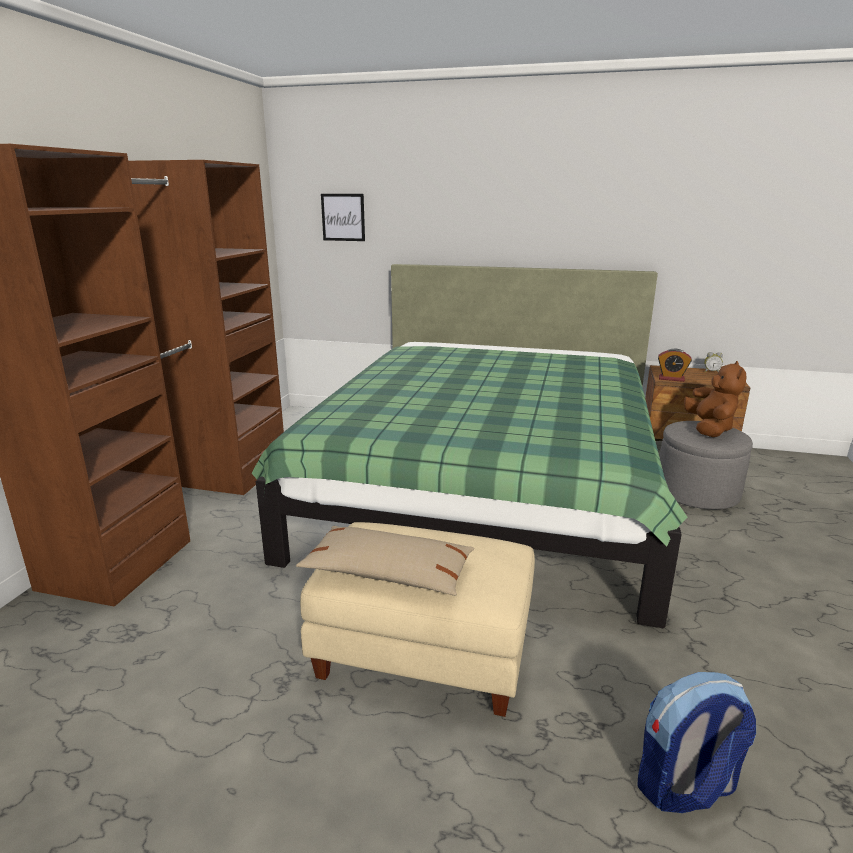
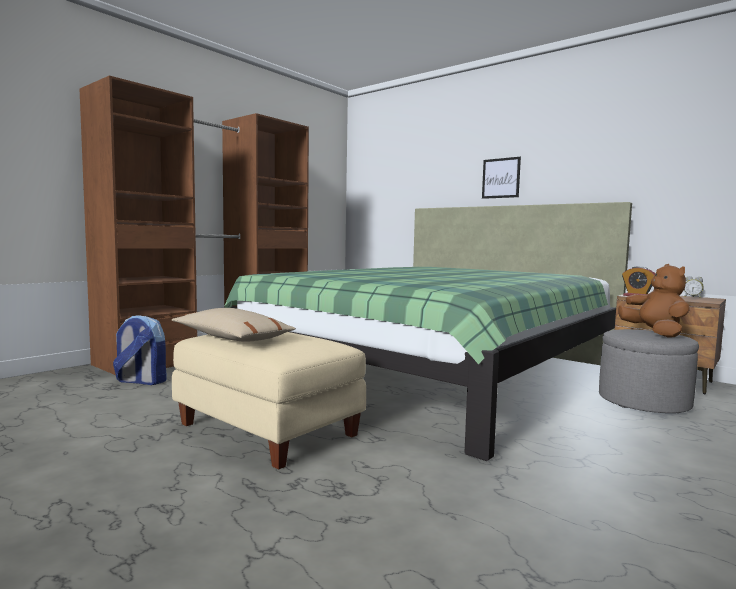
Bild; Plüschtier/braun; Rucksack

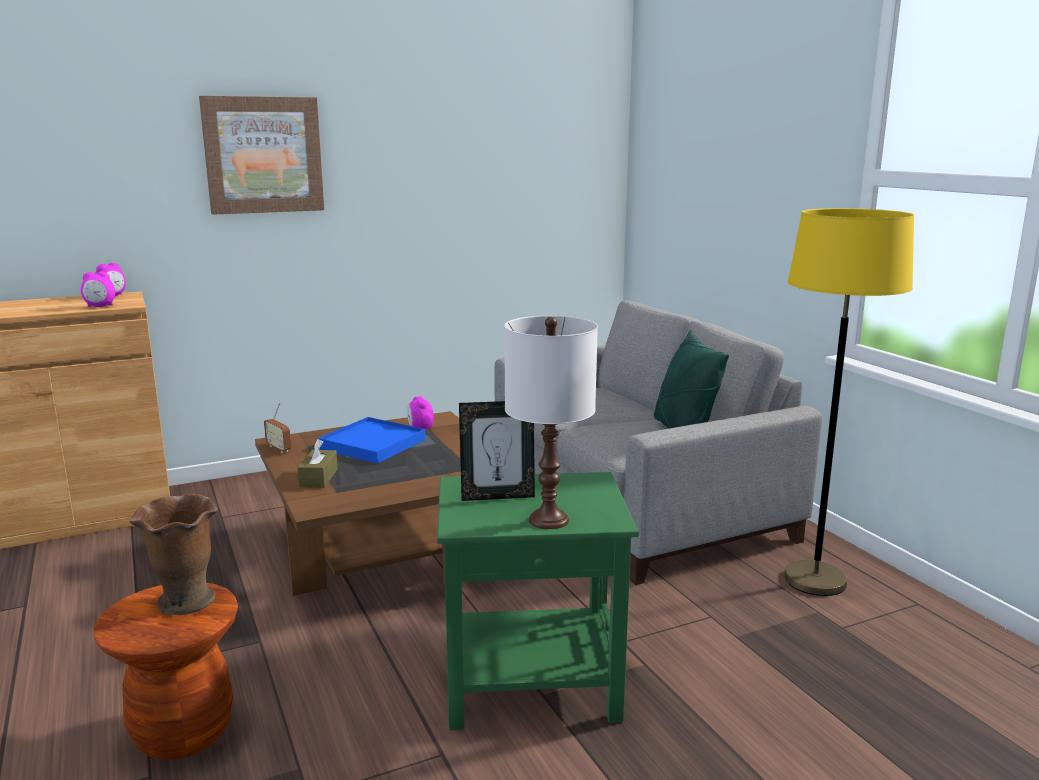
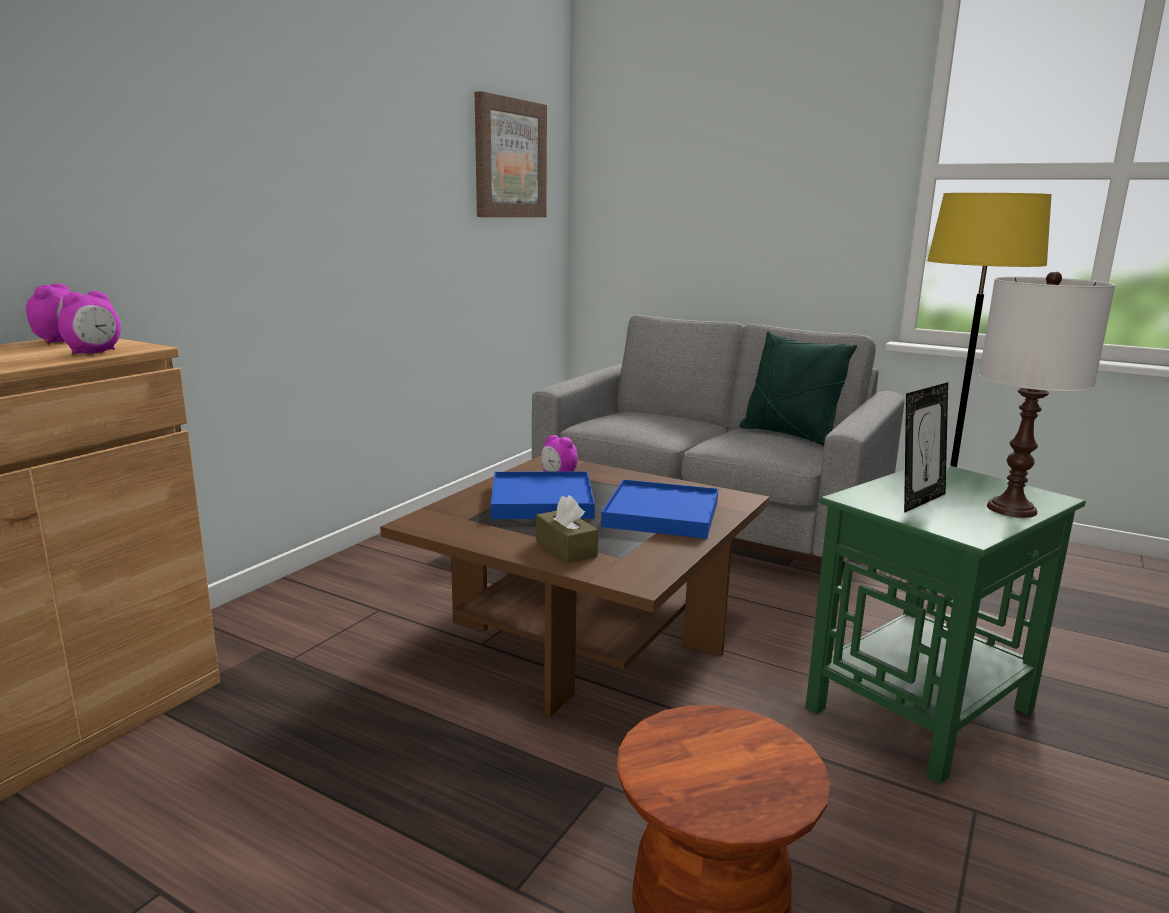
Bild; Radio; Vase/braun; Tablett/blau (2nd from left)

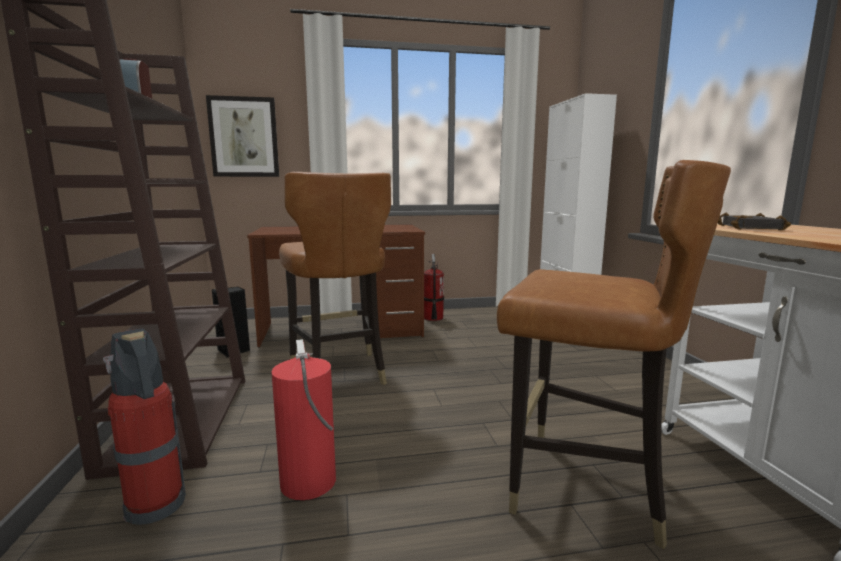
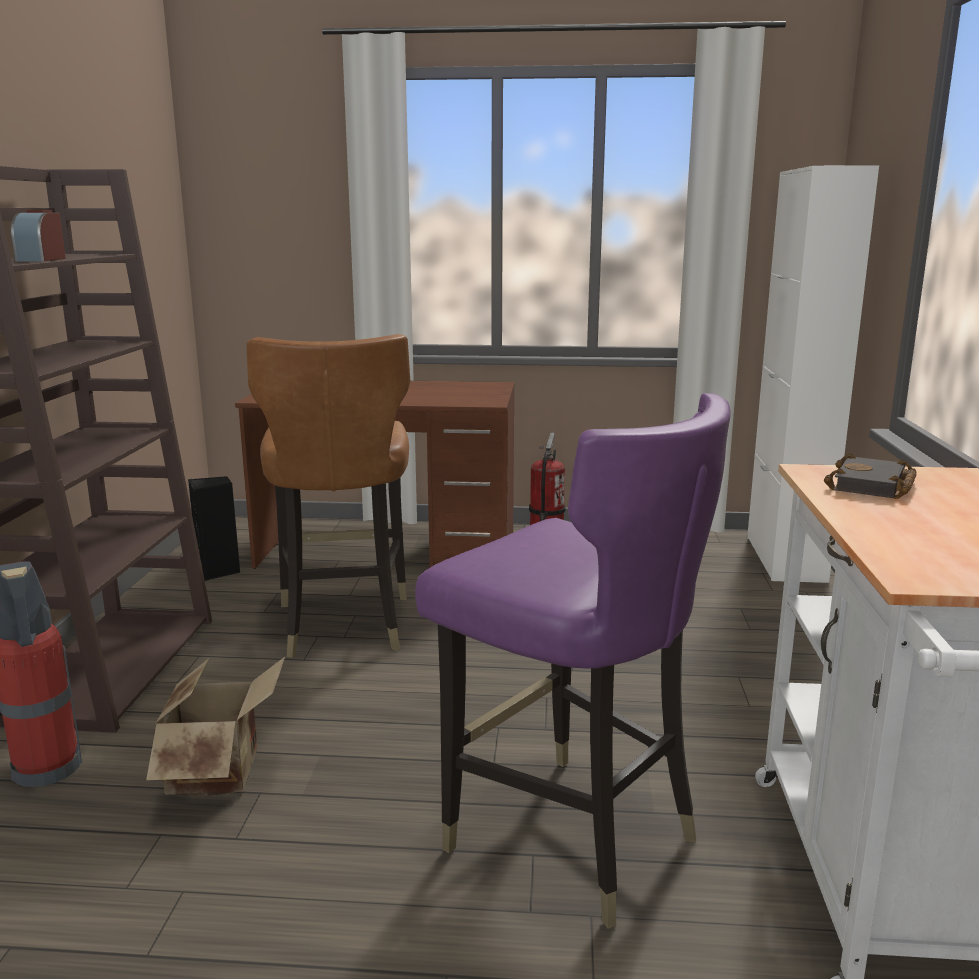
Bild; Stuhl/lila; Karton

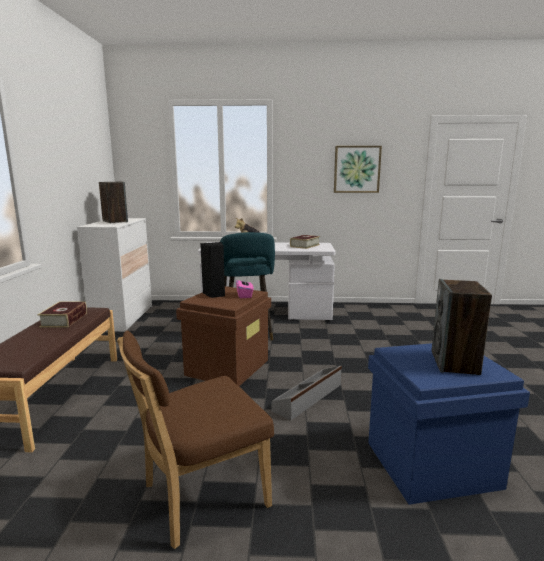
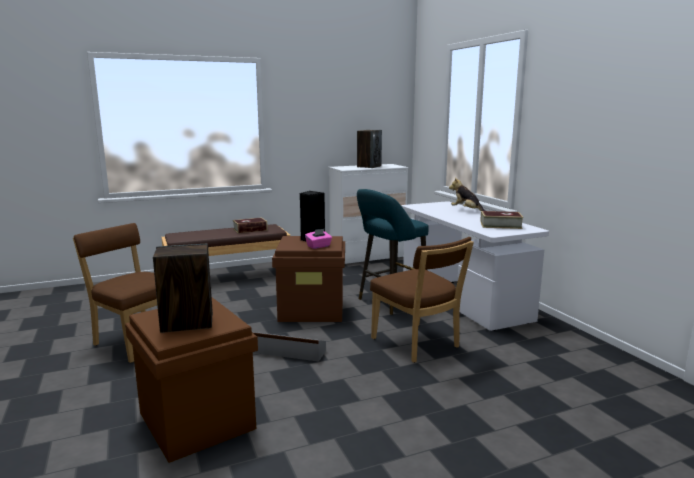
Bild; Aufbewahrungsbox/braun (1st from left); Stuhl/braun (2nd from left)

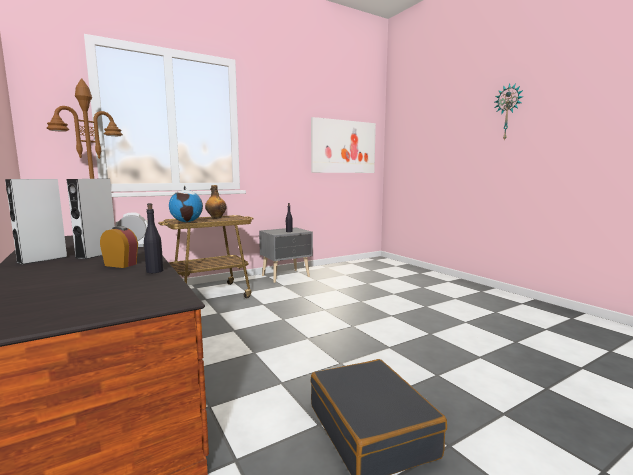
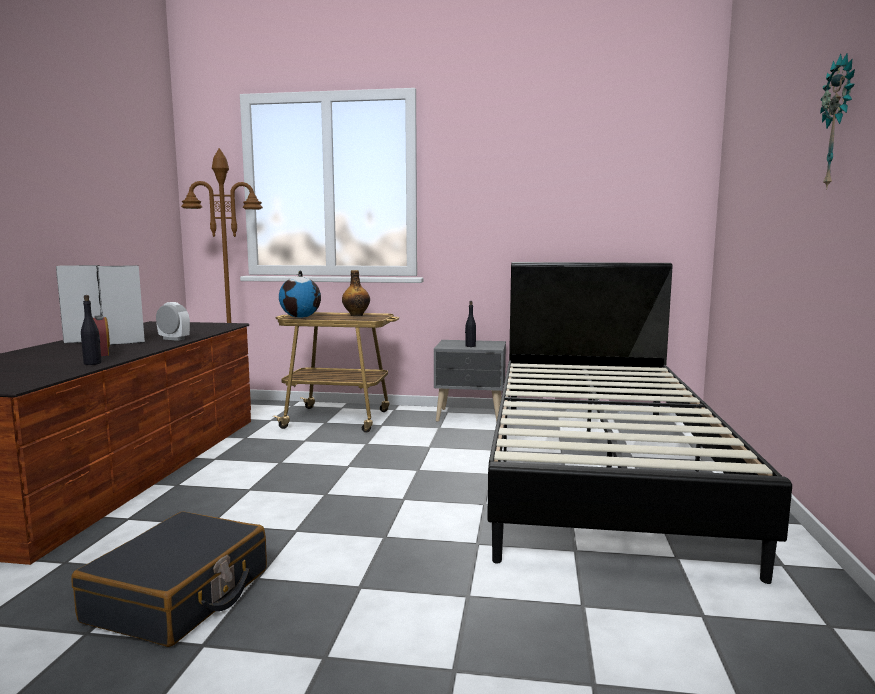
Bild; Bett/schwarz

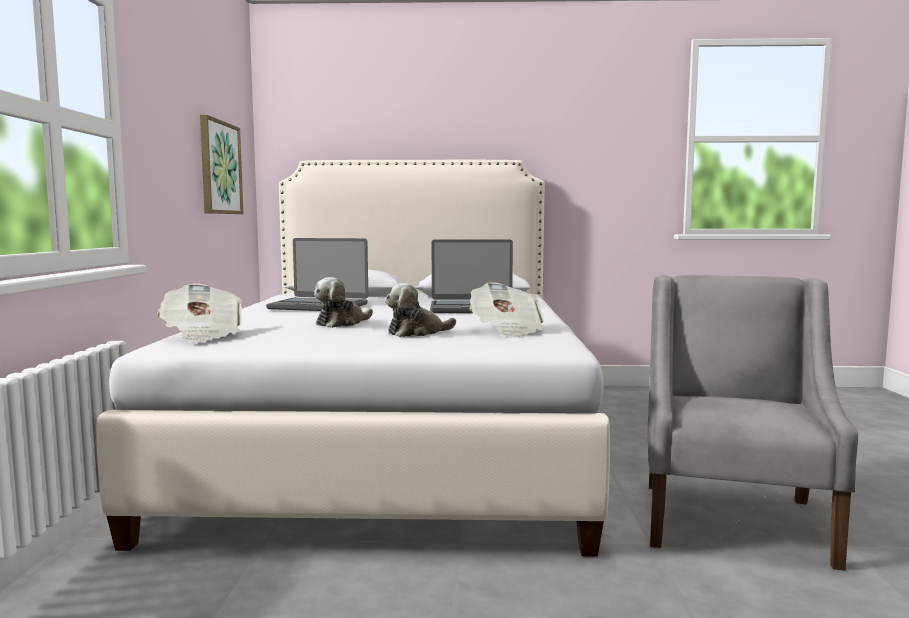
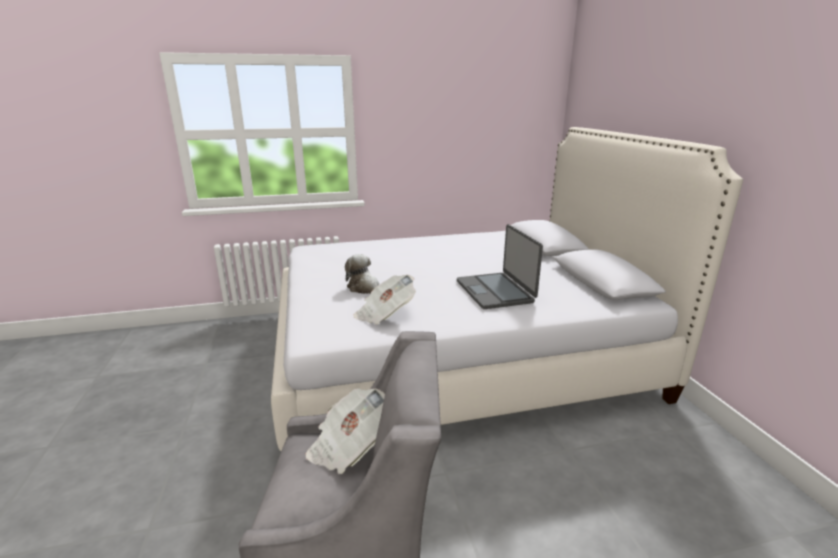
Bild; Laptop (1st from left in the first image); Plüschtier (1st from left in the first image); Zeitung (1st from left)

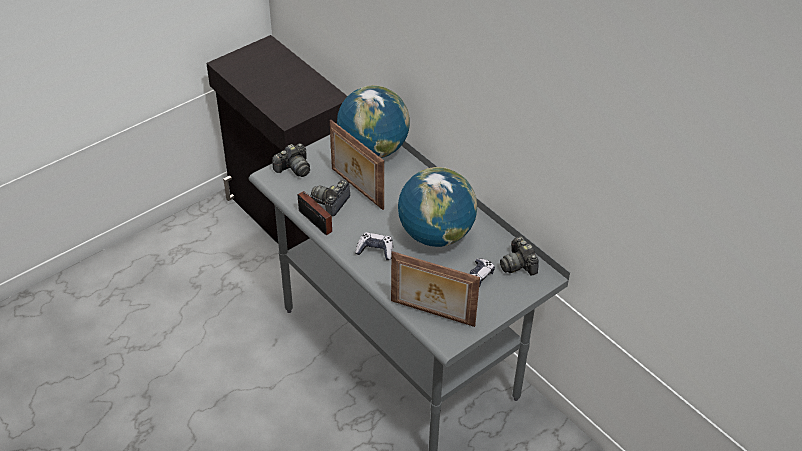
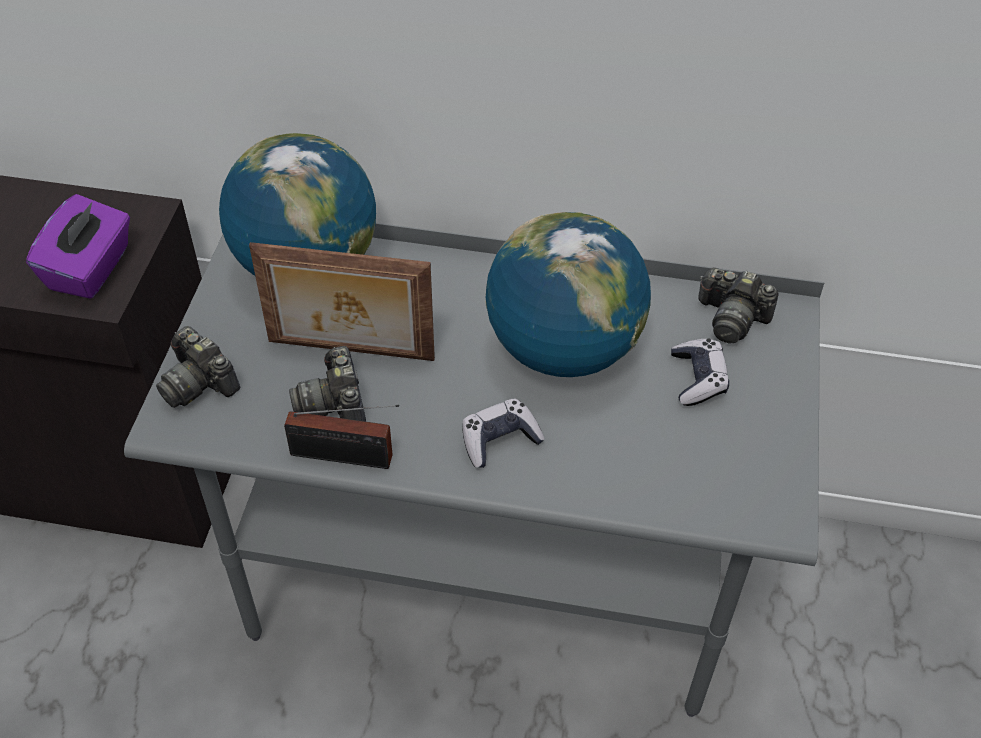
Kamera (1st from left); Bilderrahmen (2nd from left in the first image); Taschentuchbox/lila

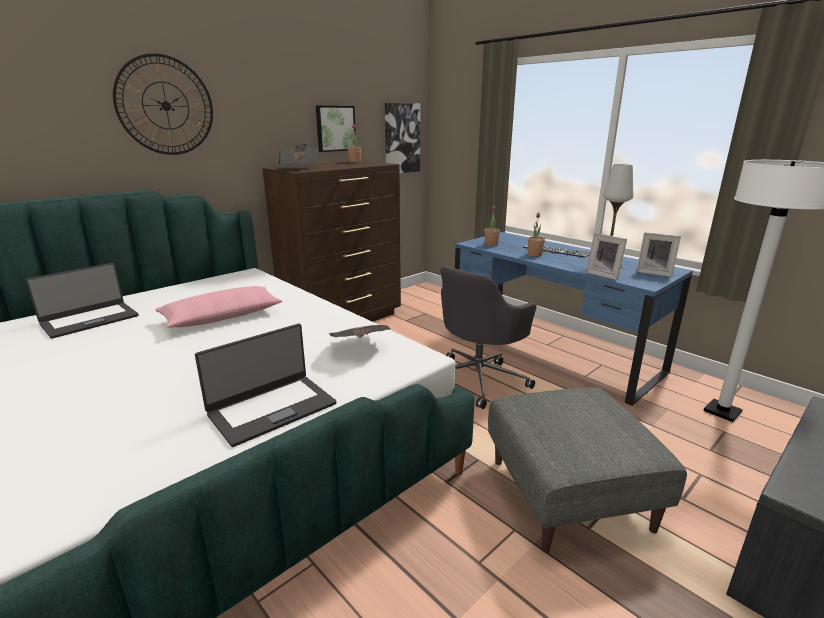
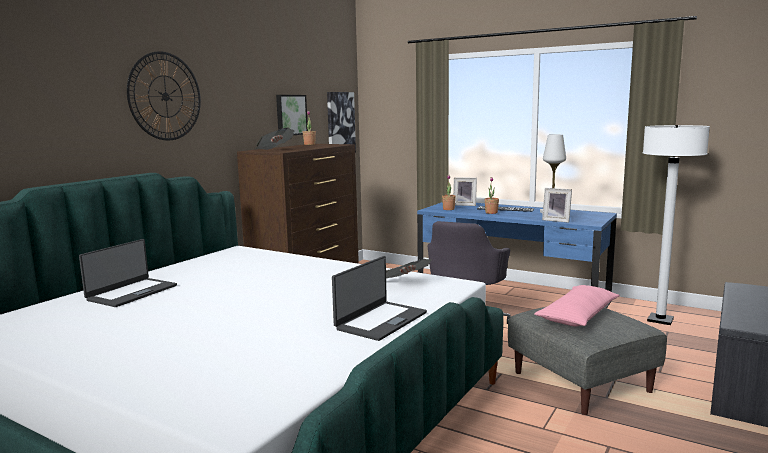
Bilderrahmen (1st from left); Kissen/rosa

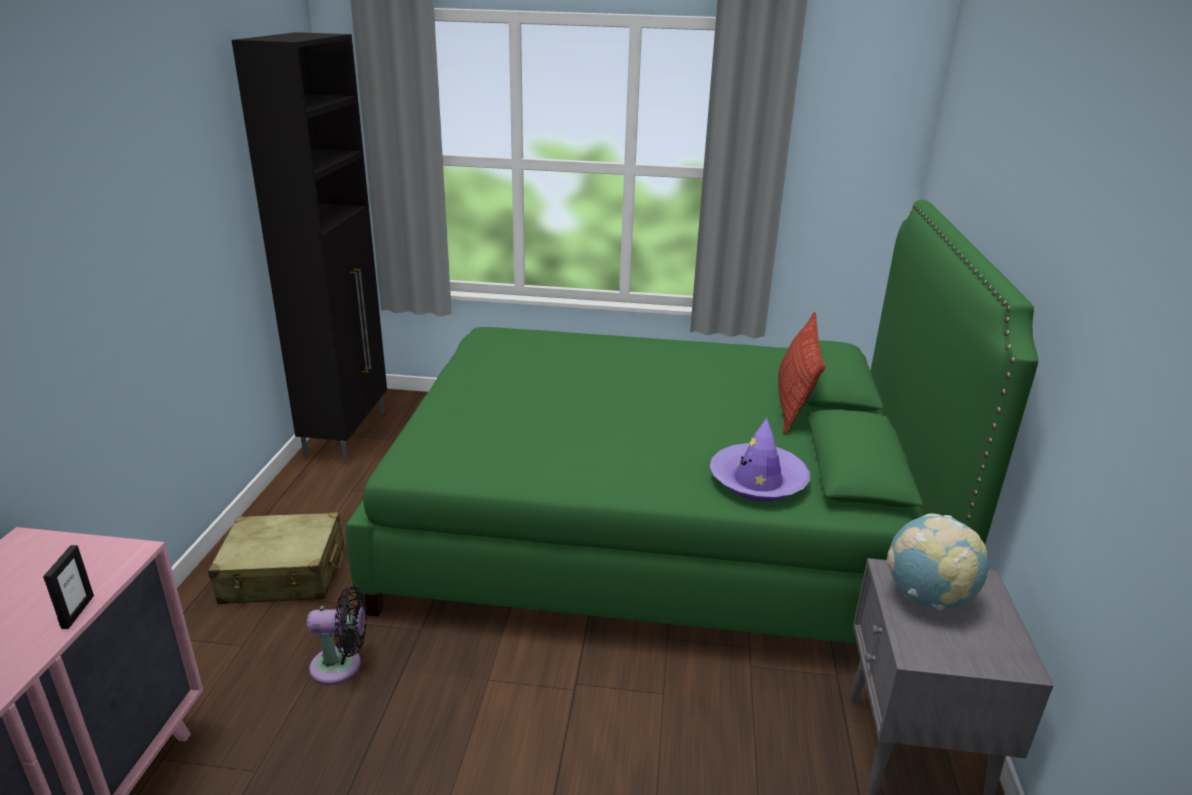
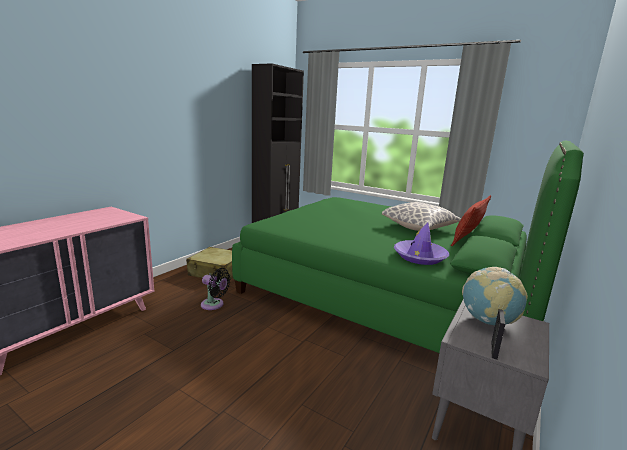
Bilderrahmen; Kissen (1st from left)

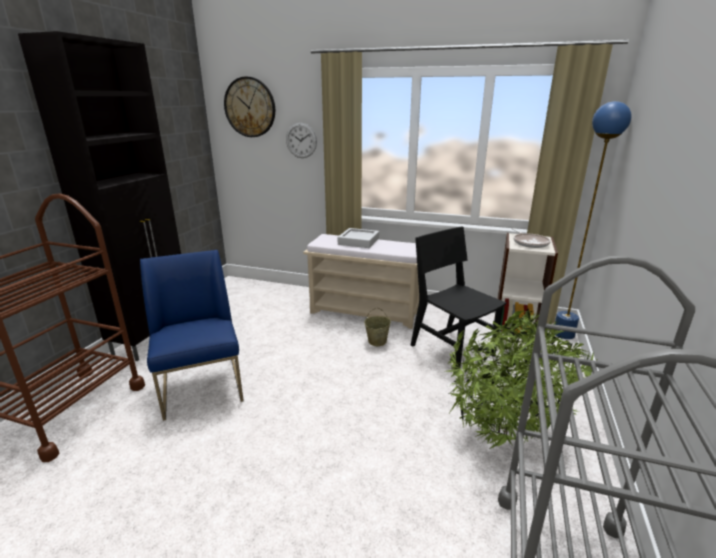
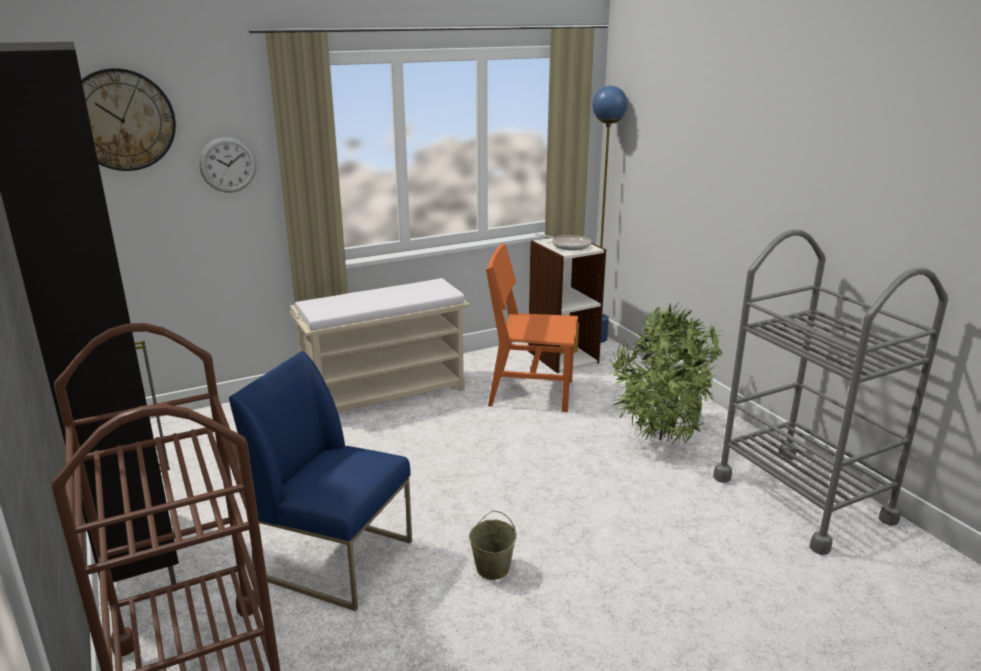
Stuhl/orange; Tablett/grau; Eimer/beige

